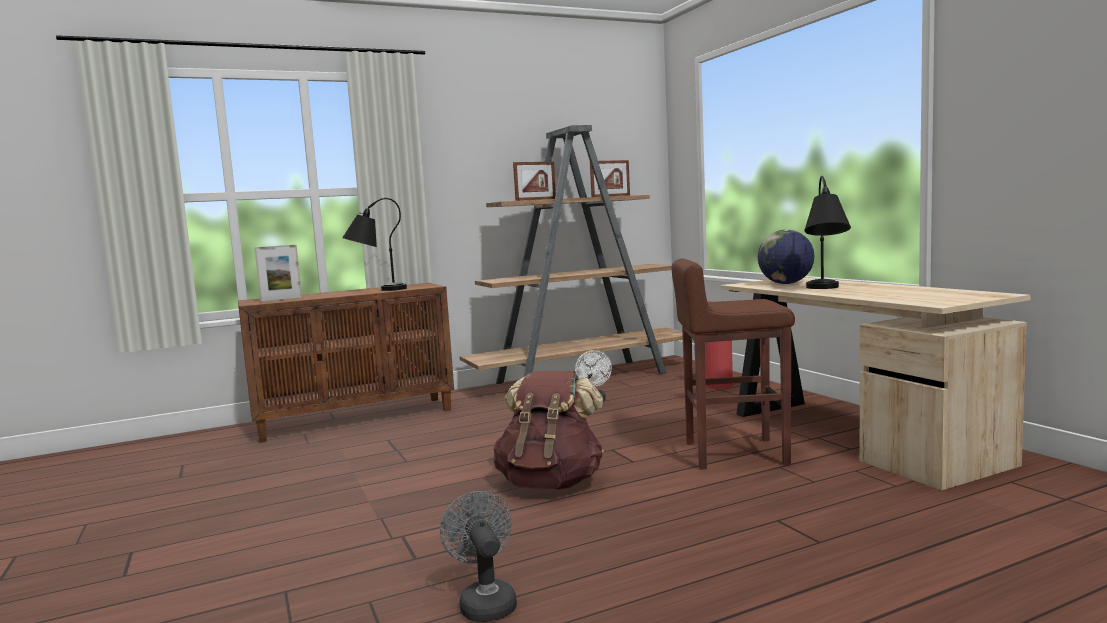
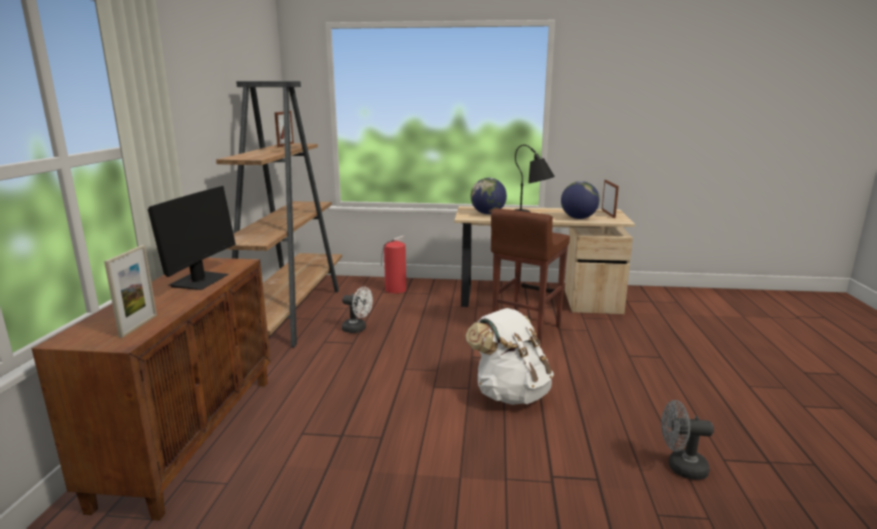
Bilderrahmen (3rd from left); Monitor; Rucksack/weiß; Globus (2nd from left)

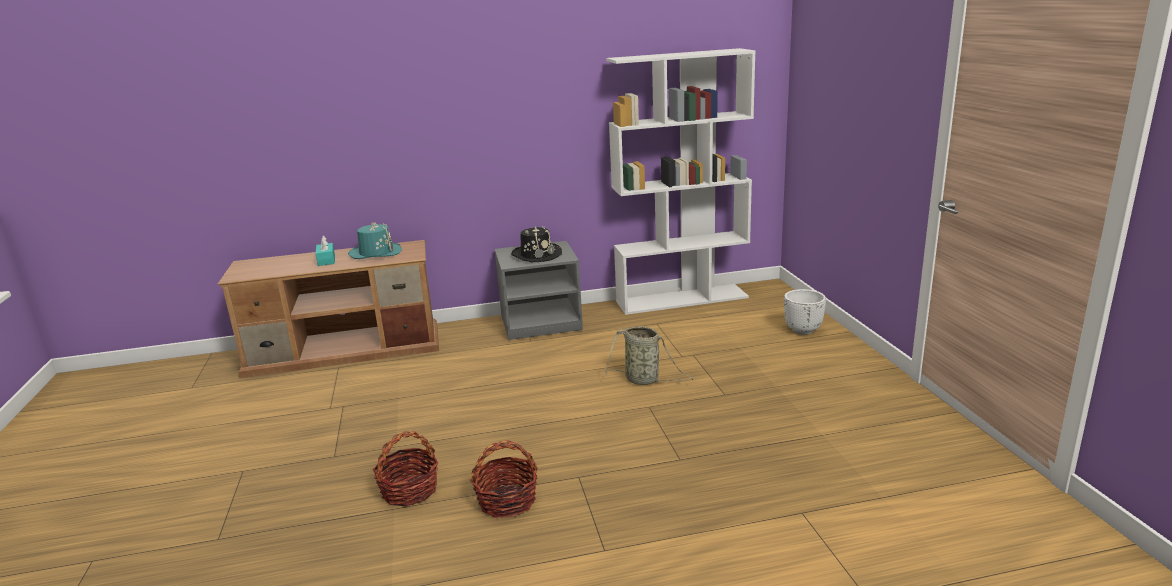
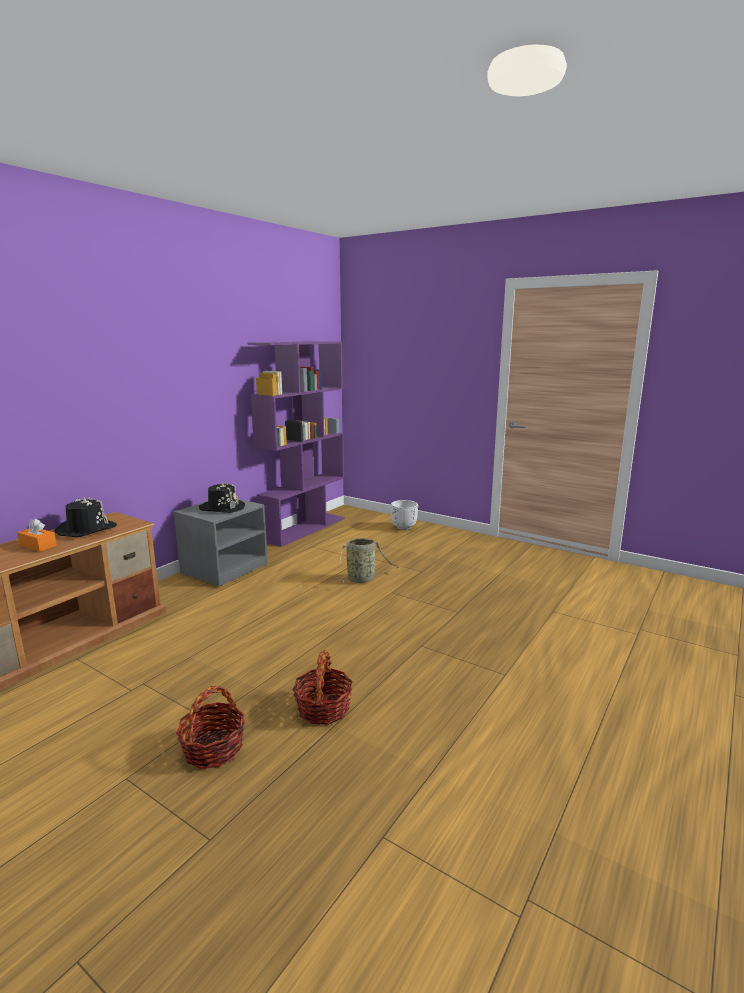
Bücherregal/lila; Hut/schwarz (1st from left); Taschentuchbox/orange; Korb (1st from left)

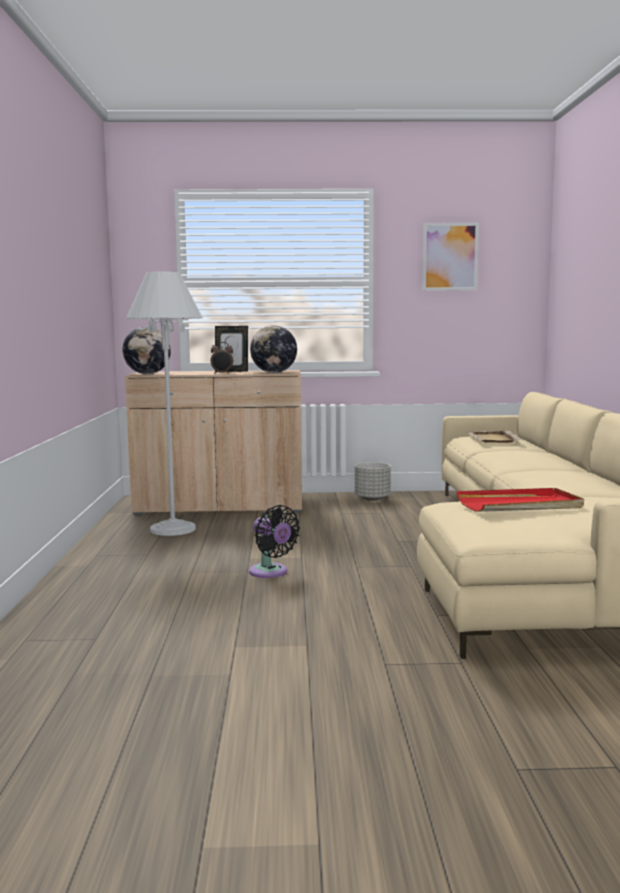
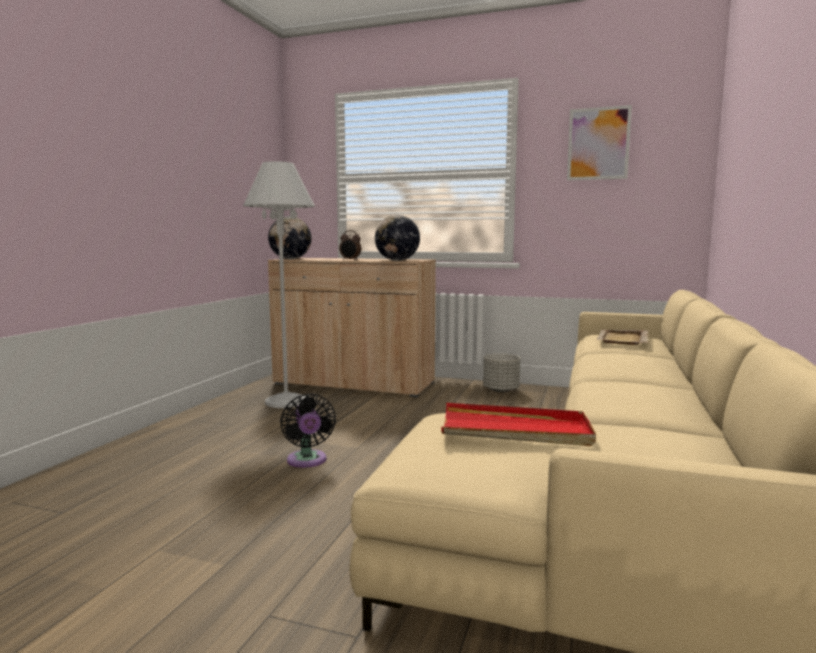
Bilderrahmen

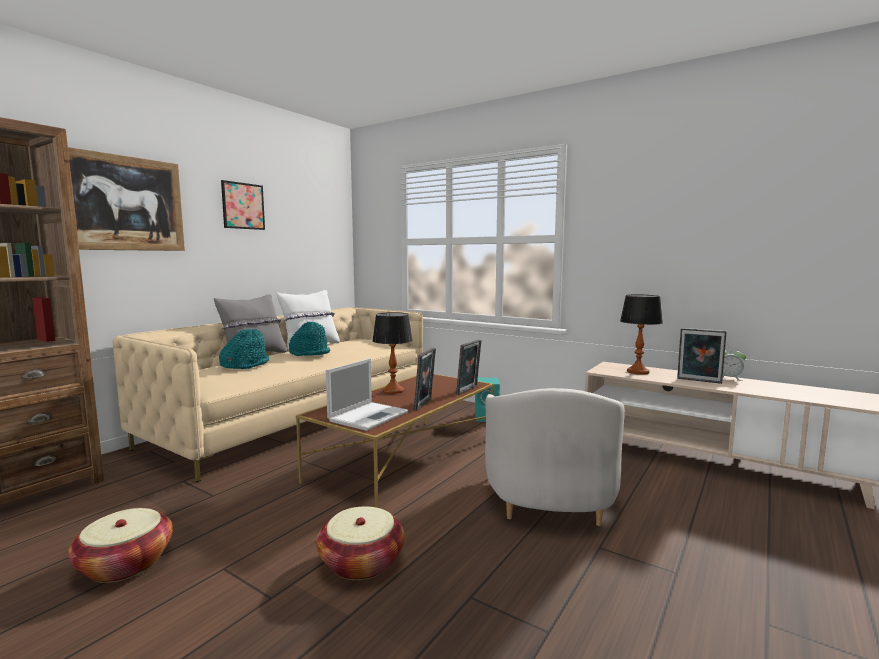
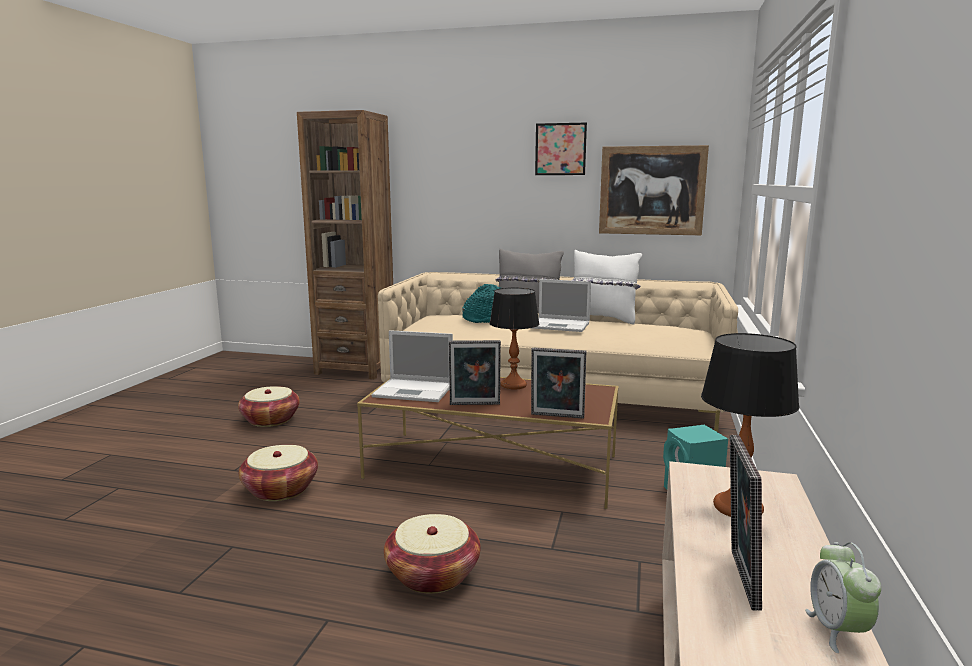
Bild (2nd from left); Laptop (2nd from left); Korb (3rd from left)

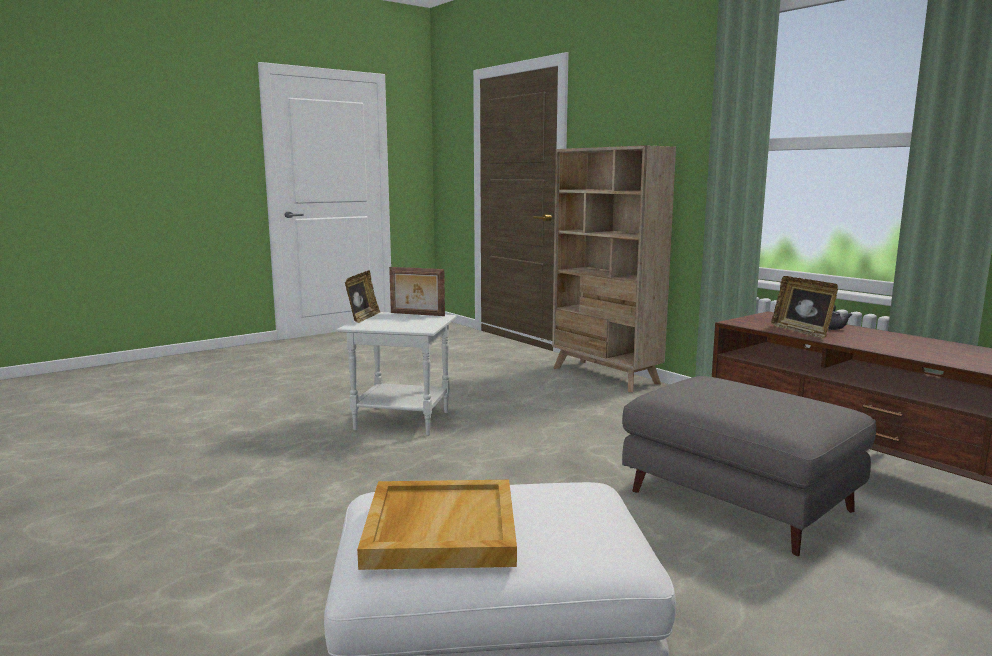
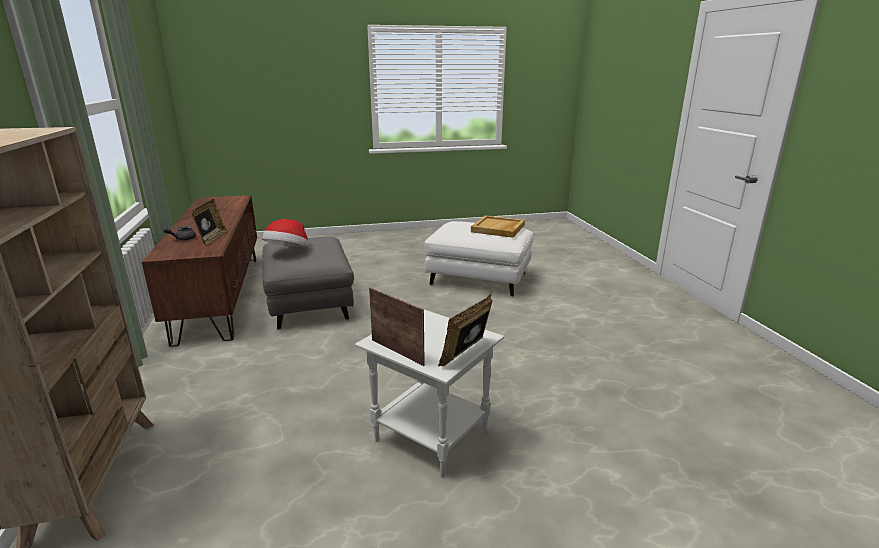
Hut

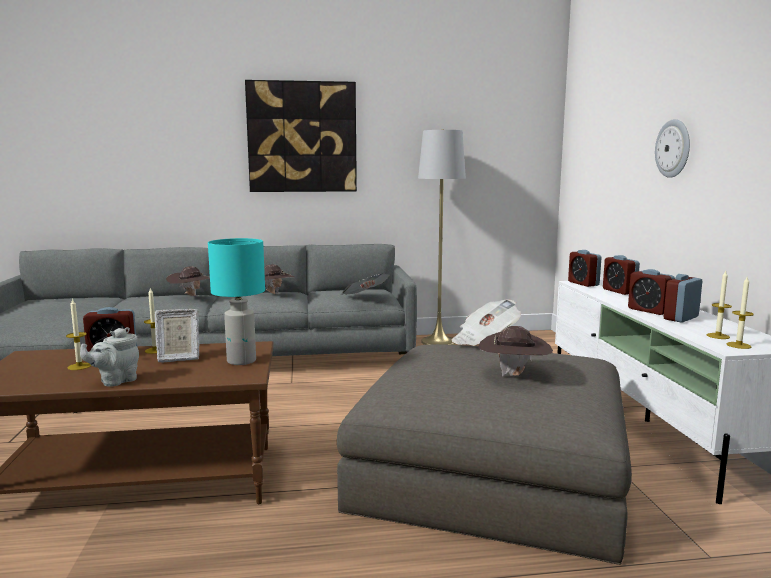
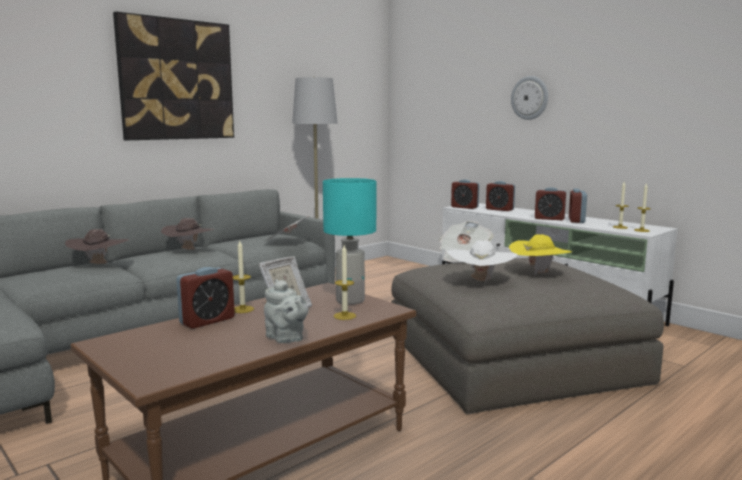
Kerze (2nd from left); Hut/gelb; Teekanne/grau; Hut/weiß

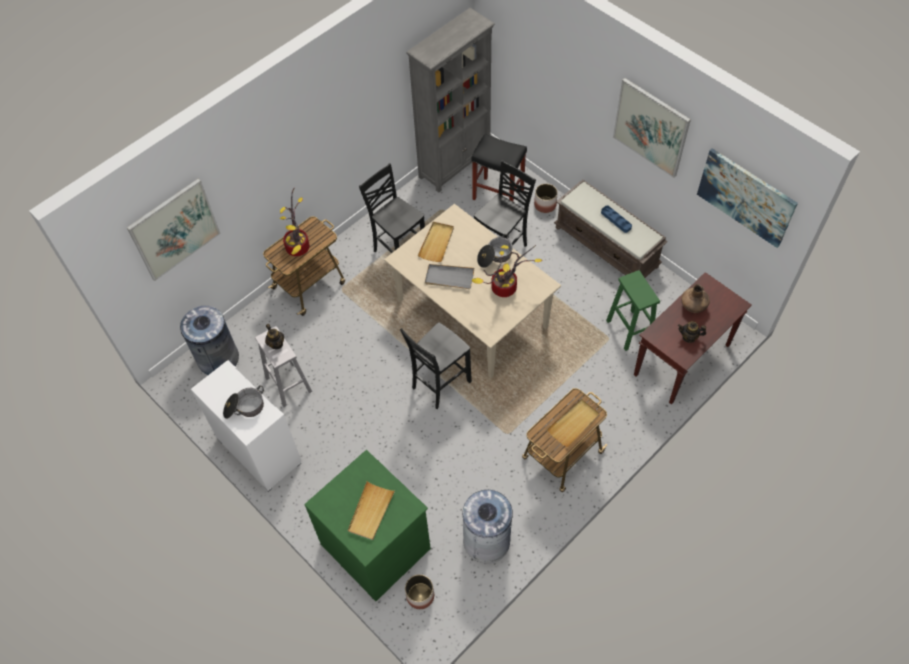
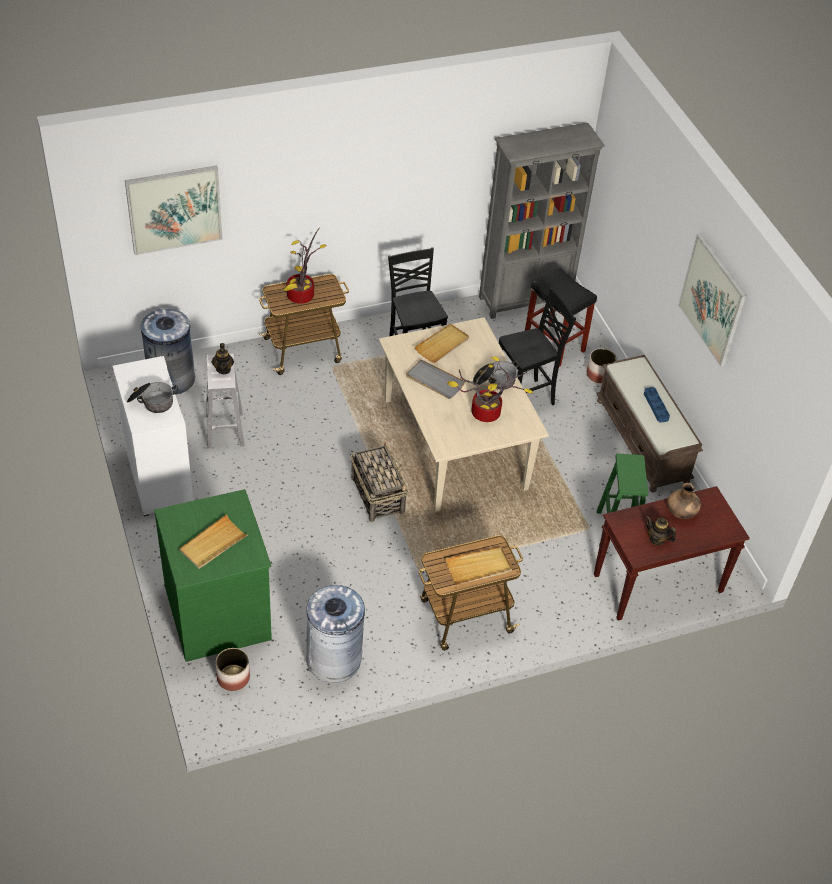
Bild (3rd from left in the first image); Korb

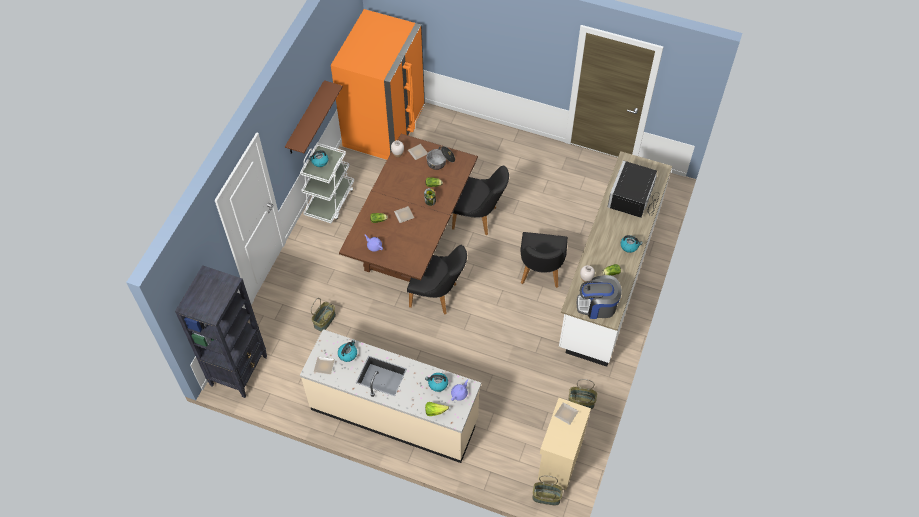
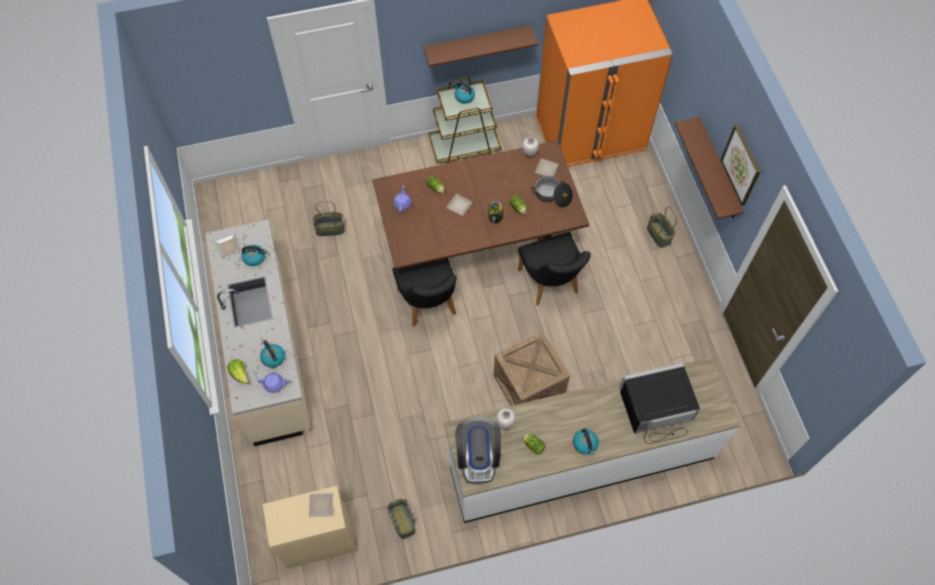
Rollwagen/braun; Kiste; Bücherregal/schwarz; Kaffeemaschine; Korb (3rd from left); Wandregal/braun (2nd from left); Bild

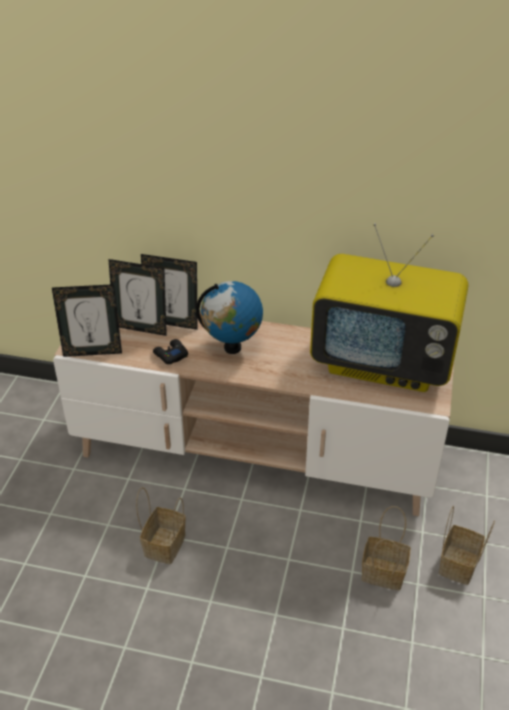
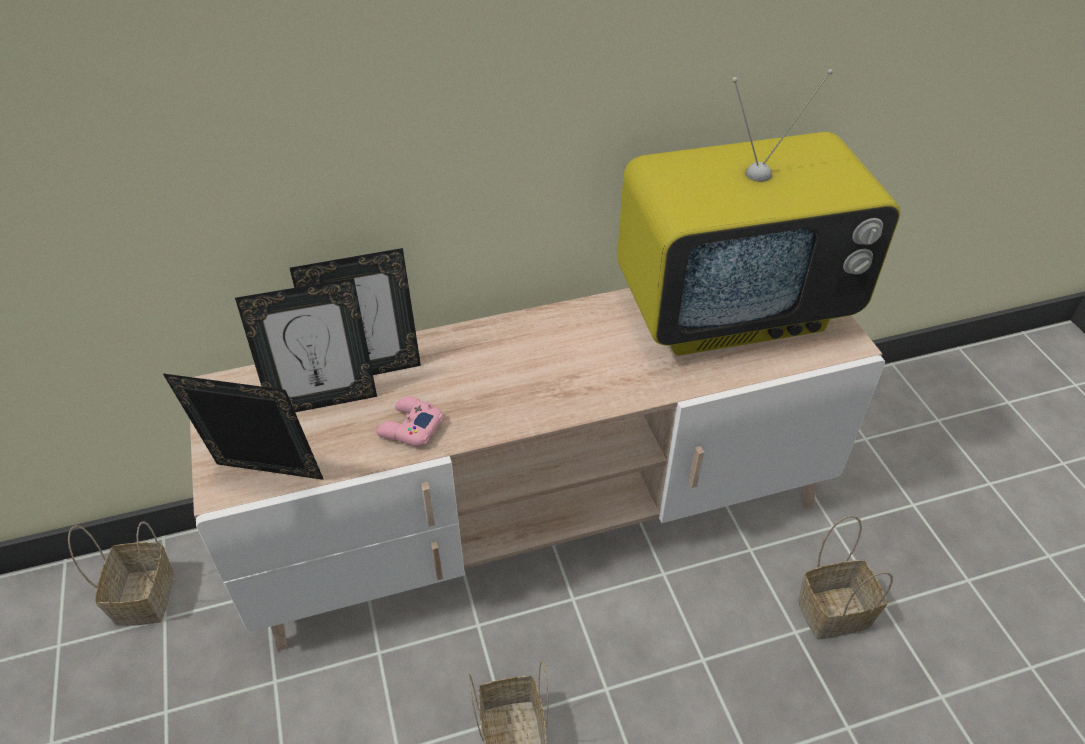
Globus; Bilderrahmen (1st from left); Gamepad/rosa; Korb (1st from left)

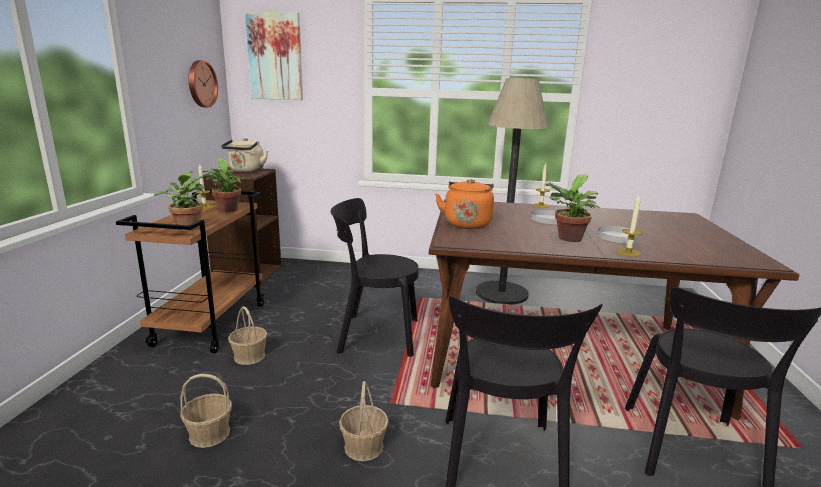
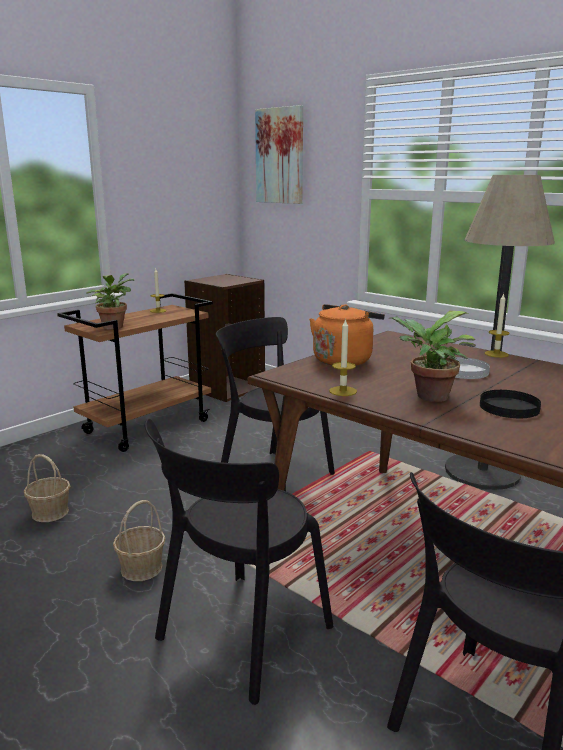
Wanduhr; Wasserkessel/beige; Topfpflanze (2nd from left in the first image); Kerze (2nd from left); Teller/schwarz; Korb (2nd from left in the first image)

